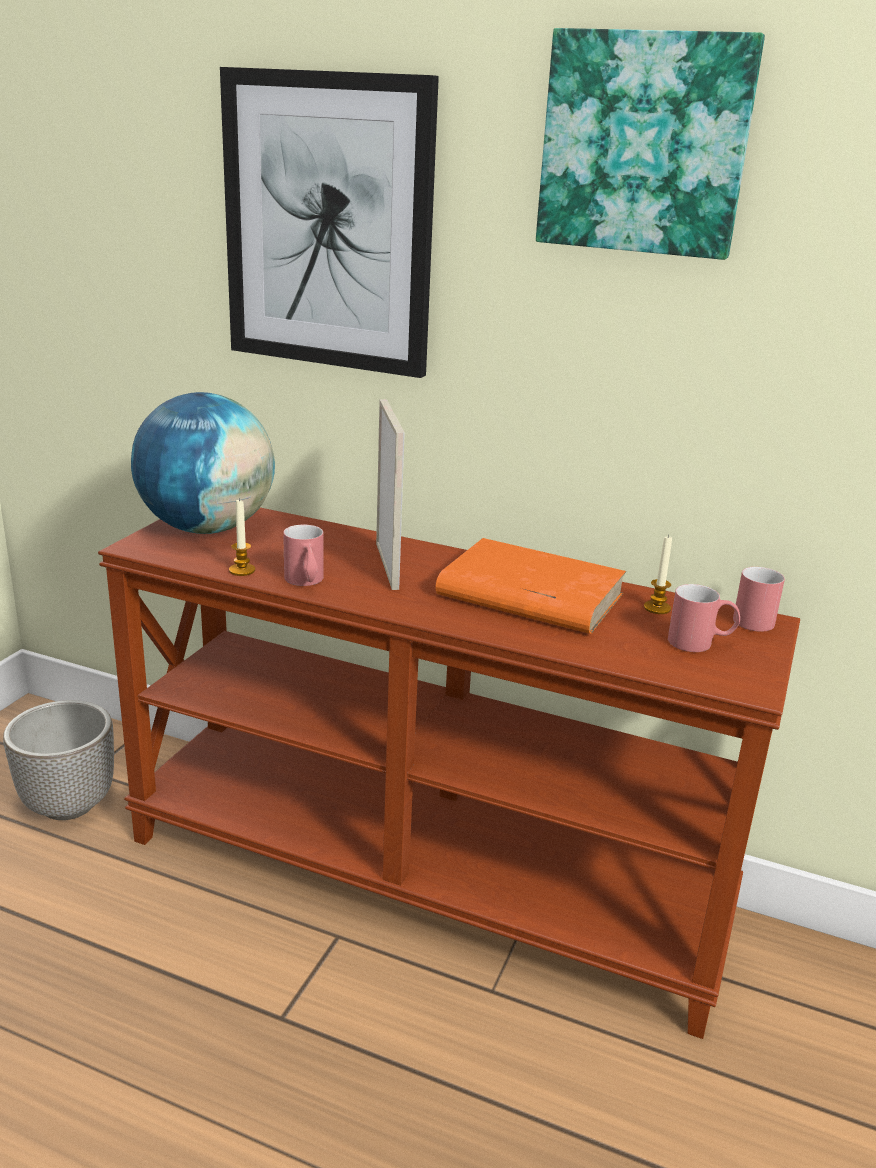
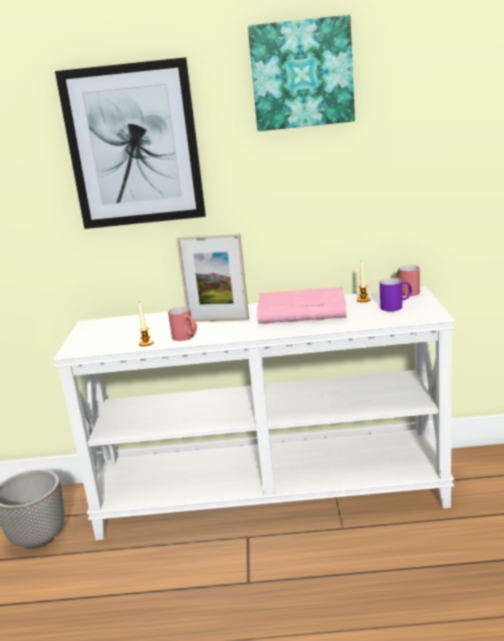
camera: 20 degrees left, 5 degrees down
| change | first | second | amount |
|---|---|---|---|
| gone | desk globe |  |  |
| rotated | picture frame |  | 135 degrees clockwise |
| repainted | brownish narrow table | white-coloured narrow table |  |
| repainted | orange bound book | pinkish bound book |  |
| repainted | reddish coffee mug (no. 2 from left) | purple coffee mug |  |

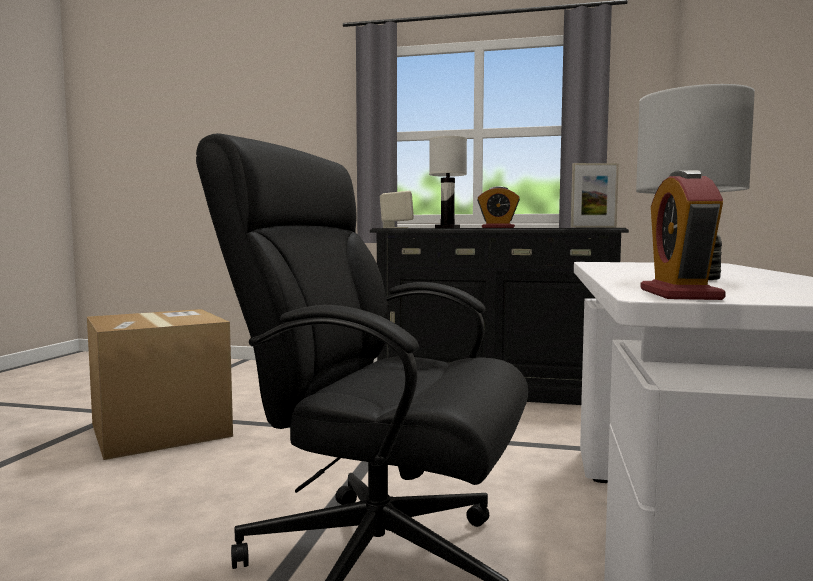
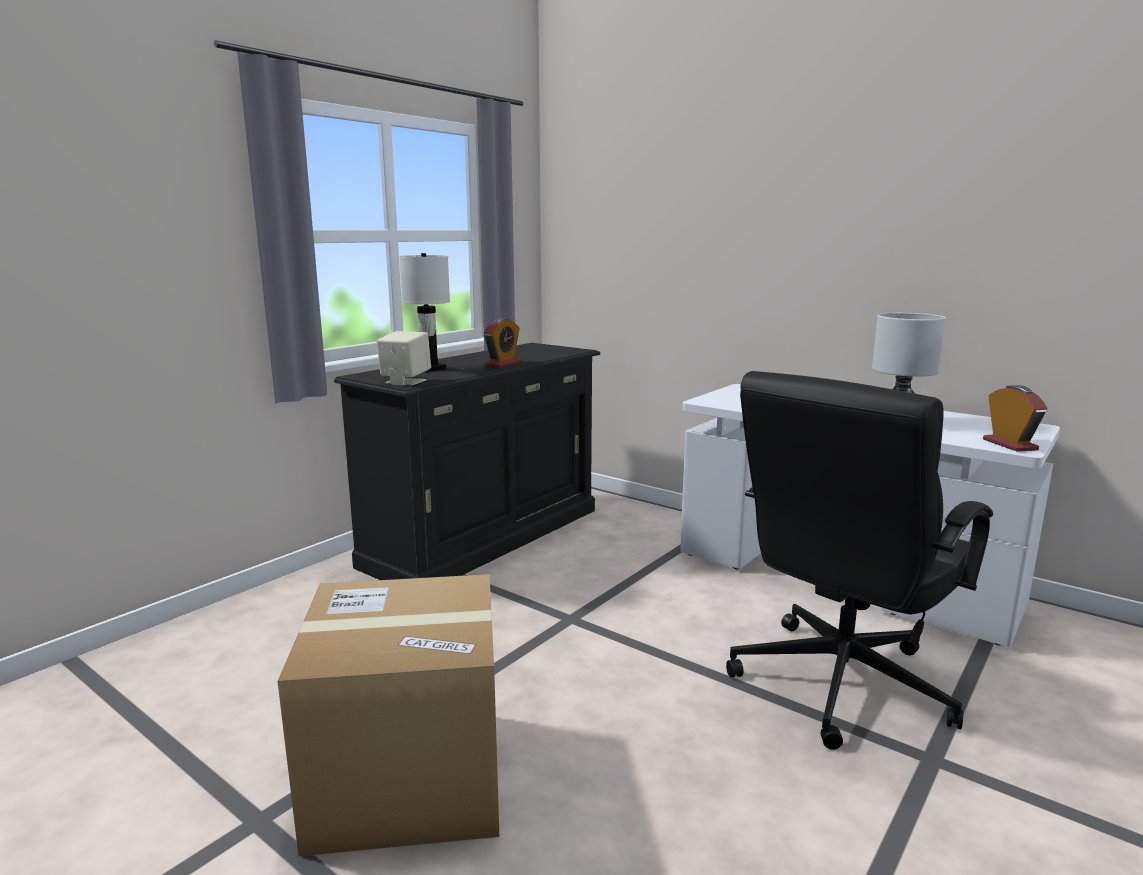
camera: 65 degrees left, 10 degrees up
| change | first | second | amount |
|---|---|---|---|
| gone | picture frame |  |  |
| rotated | table clock (no. 2 from left) |  | 135 degrees counterclockwise |

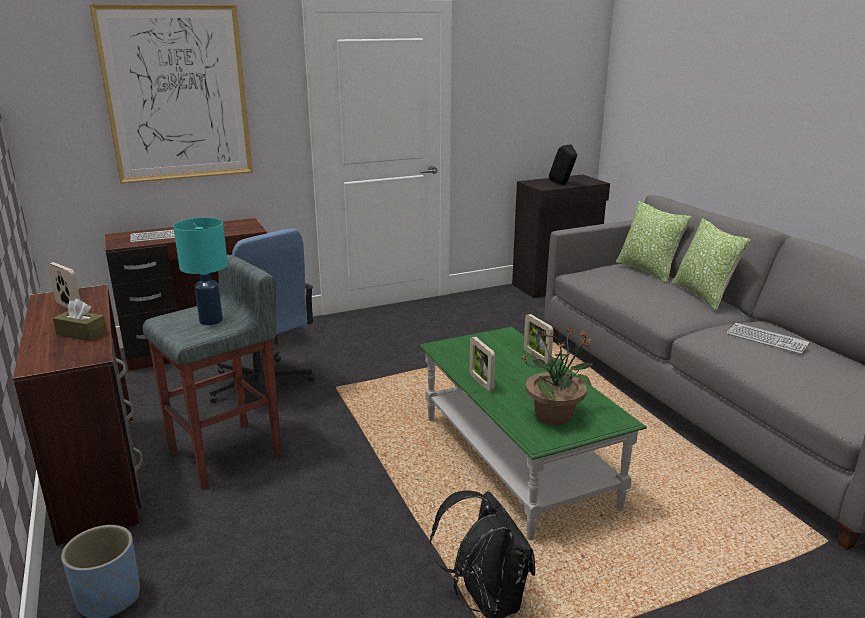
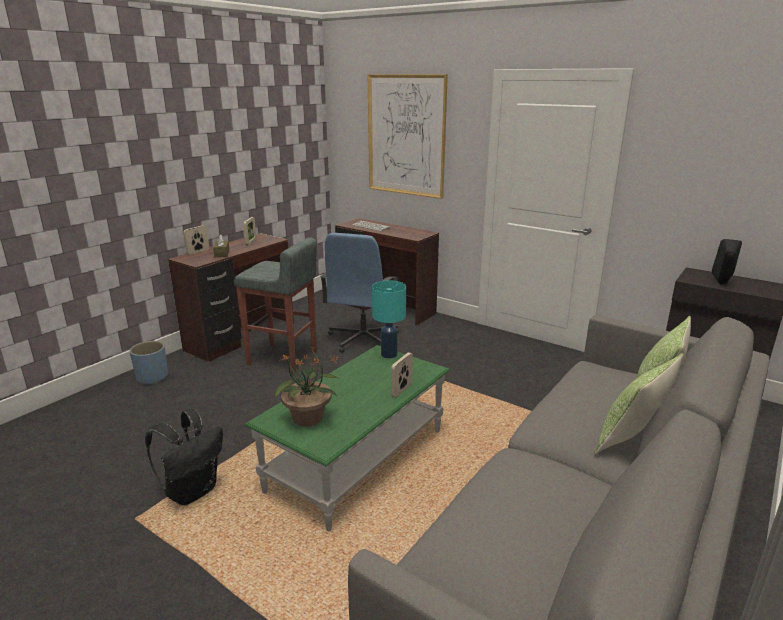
camera: 60 degrees right, 0 degrees up
| change | first | second | amount |
|---|---|---|---|
| shifted | turquoise-coloured tabletop lamp |  |  |
| gone | computer keyboard (no. 2 from left) |  |  |
| shifted | picture frame (no. 2 from left in the first image) | picture frame (no. 1 from left) |  |

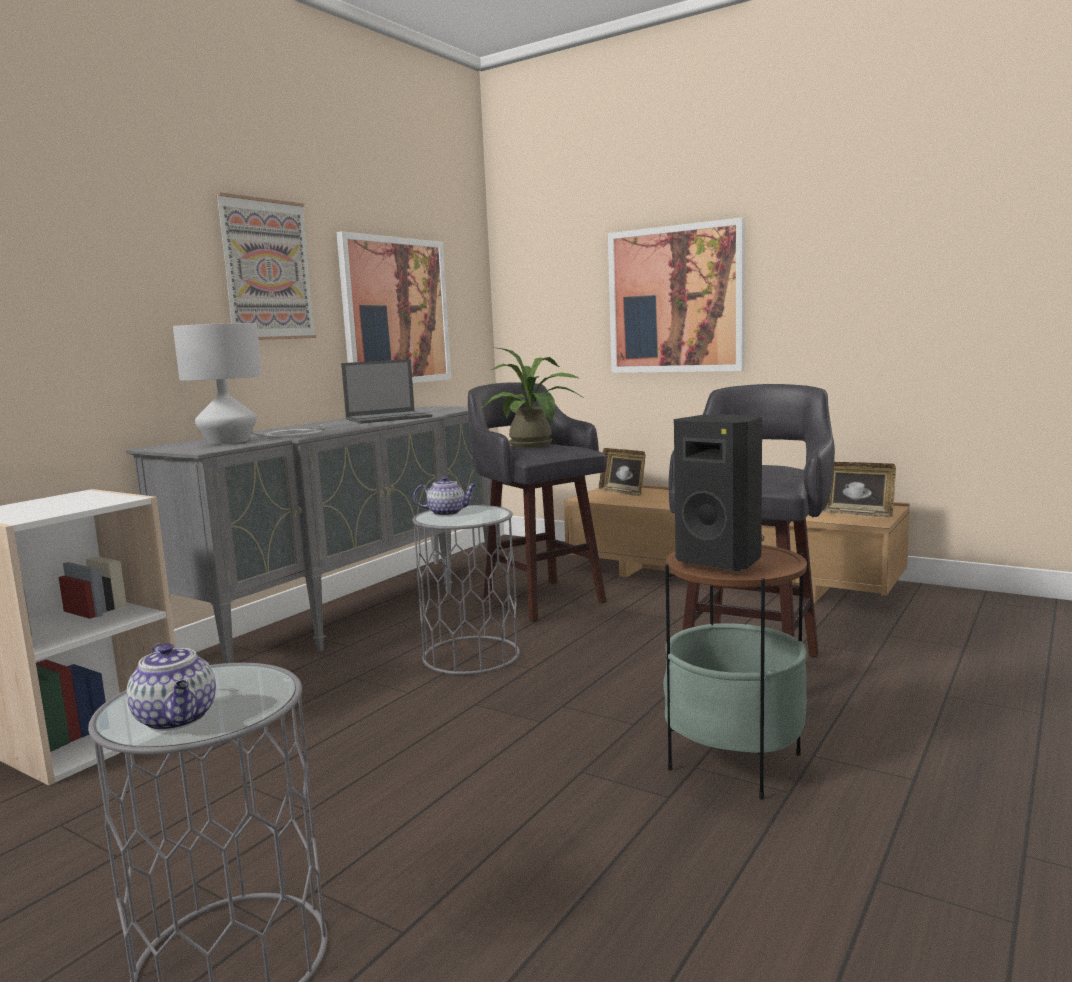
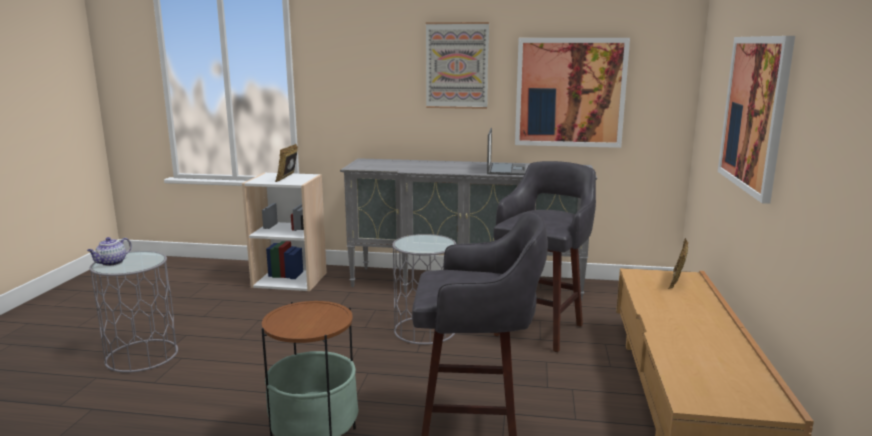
camera: 65 degrees right, 5 degrees up
| change | first | second | amount |
|---|---|---|---|
| gone | white-coloured tabletop lamp |  |  |
| gone | houseplant |  |  |
| rotated | portable computer |  | 120 degrees counterclockwise |
| gone | black speaker |  |  |
| shifted | picture frame (no. 2 from left in the first image) | picture frame (no. 1 from left) |  |
| gone | pot for tea (no. 2 from left) |  |  |

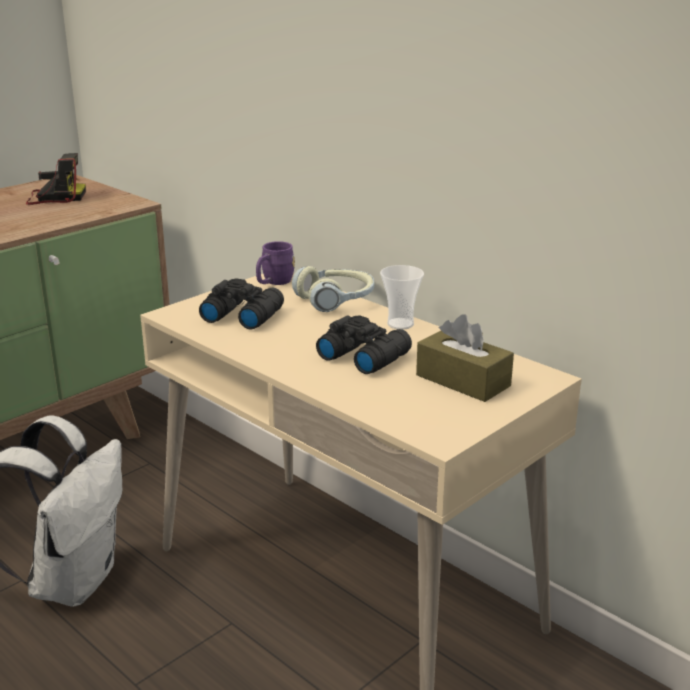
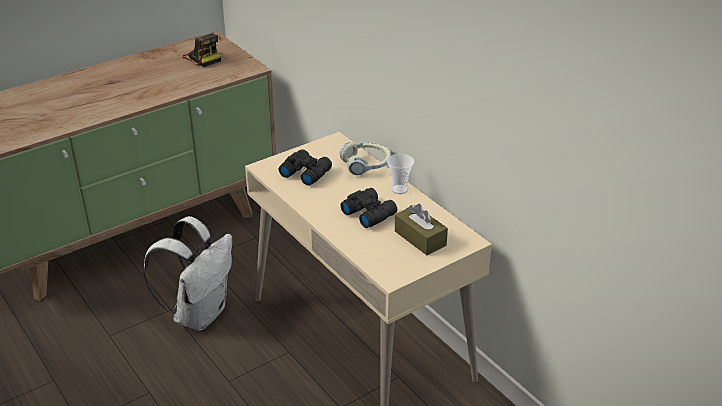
camera: 10 degrees right, 10 degrees up
| change | first | second | amount |
|---|---|---|---|
| rotated | photo camera |  | 45 degrees clockwise |
| gone | purple coffee mug |  |  |

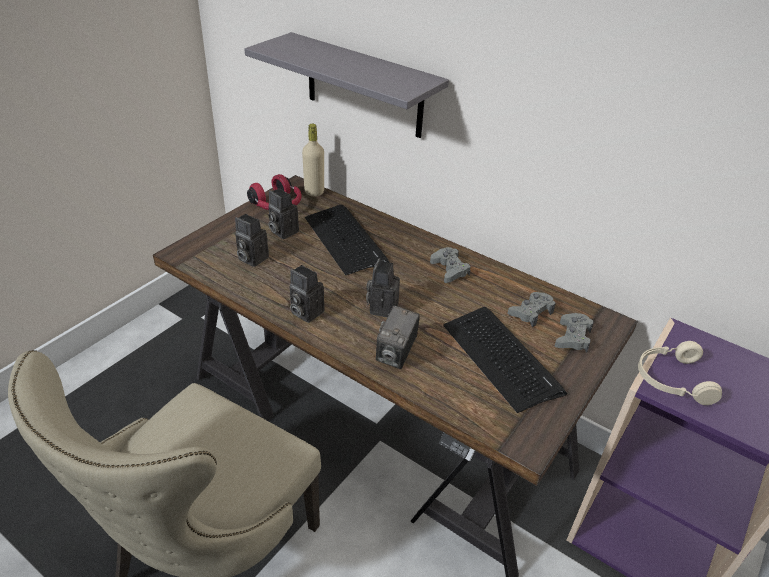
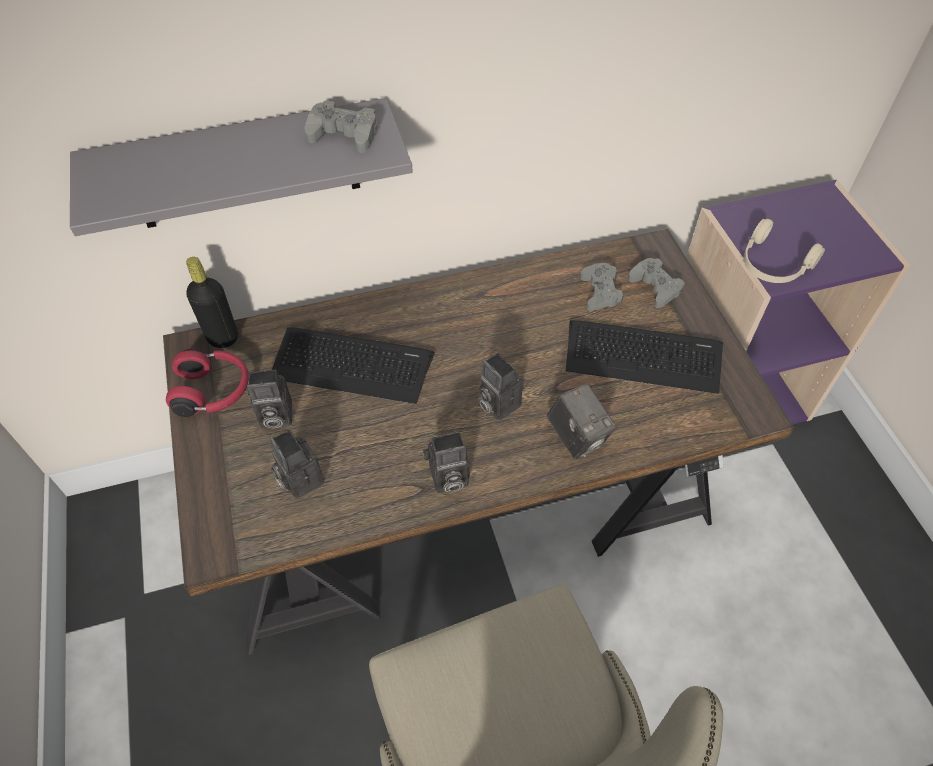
camera: 50 degrees left, 15 degrees up
| change | first | second | amount |
|---|---|---|---|
| repainted | beige-coloured beverage bottle | black beverage bottle |  |
| rotated | photo camera (no. 1 from left in the first image) | photo camera (no. 2 from left) | 75 degrees clockwise |
| shifted | greyish gamepad (no. 1 from left) |  |  |

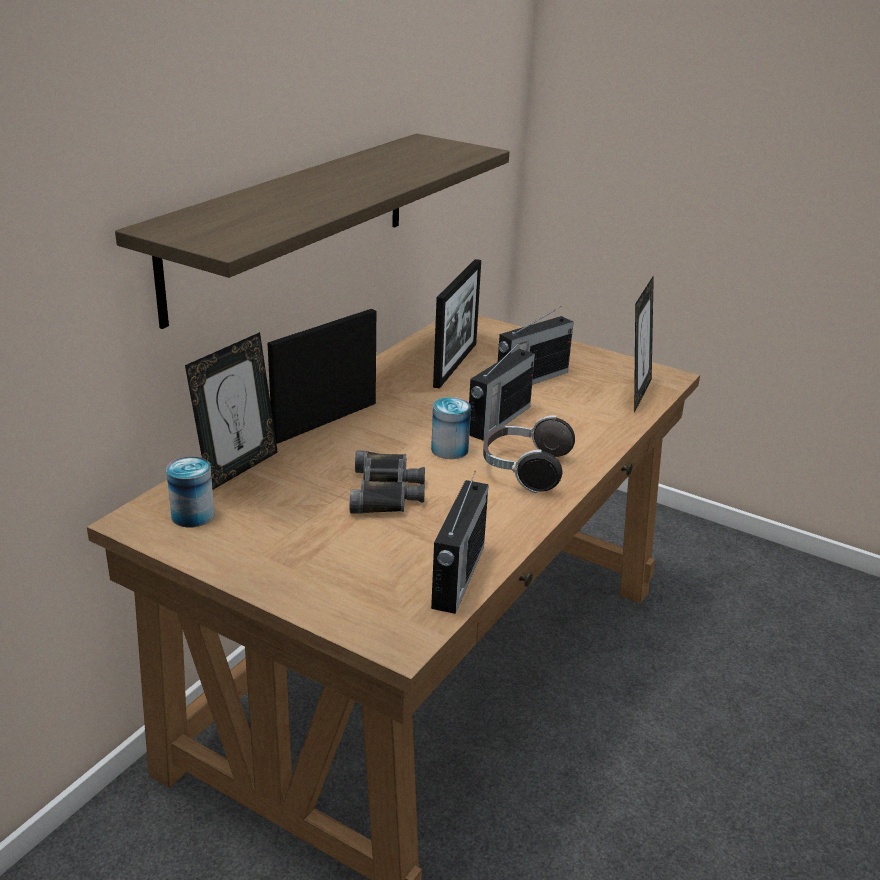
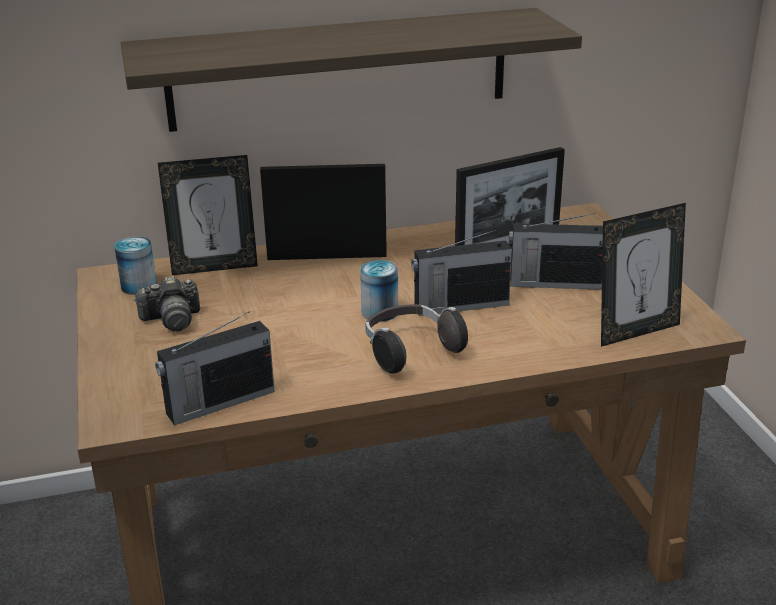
camera: 45 degrees right, 0 degrees up
| change | first | second | amount |
|---|---|---|---|
| gone | black field glasses |  |  |
| new |  | photo camera |  |

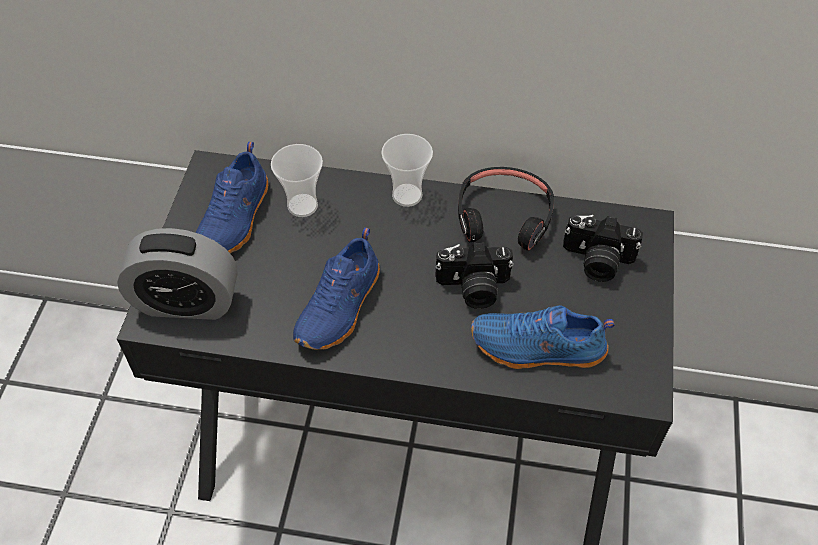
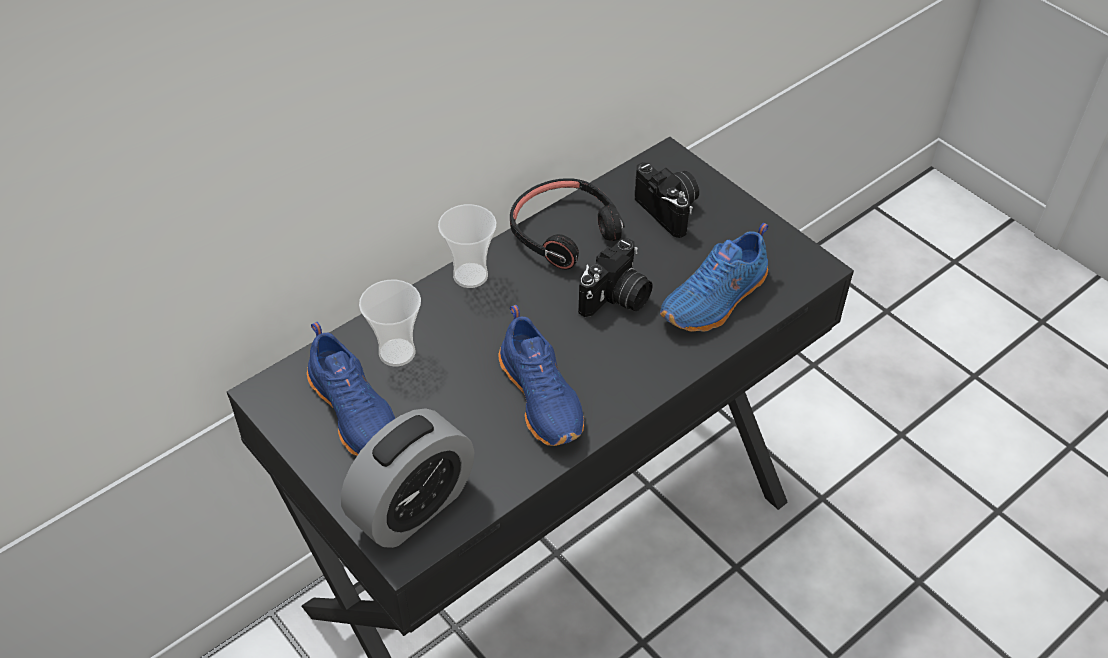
camera: 50 degrees left, 5 degrees down
| change | first | second | amount |
|---|---|---|---|
| rotated | photo camera (no. 2 from left) |  | 90 degrees counterclockwise |

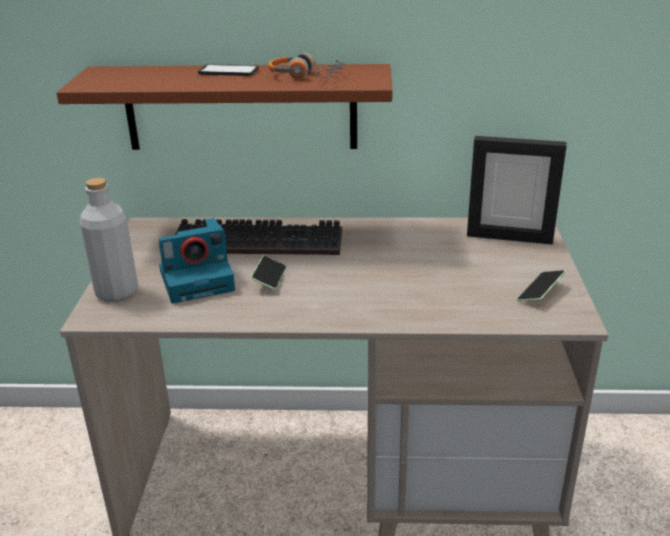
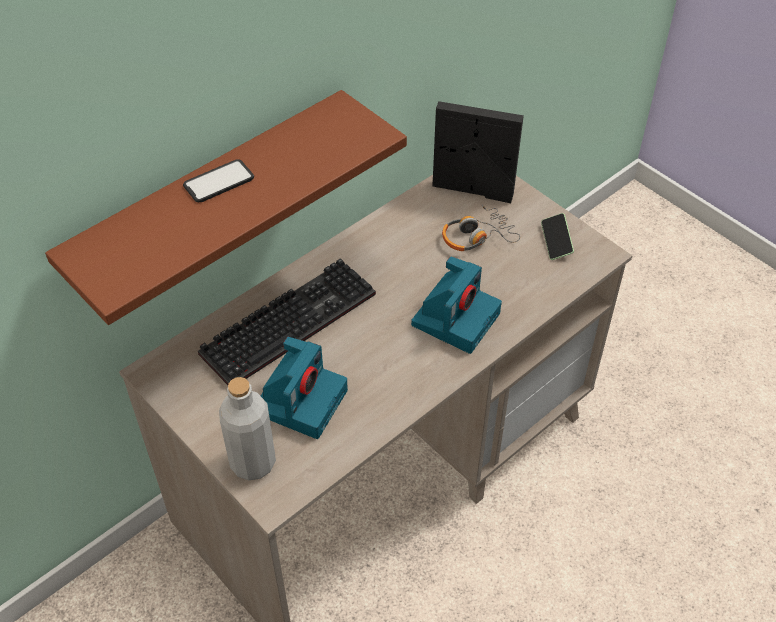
camera: 45 degrees left, 20 degrees up
| change | first | second | amount |
|---|---|---|---|
| shifted | pair of headphones |  |  |
| rotated | picture frame |  | 135 degrees counterclockwise |
| gone | handset (no. 2 from left) |  |  |
| new |  | photo camera (no. 2 from left) |  |

